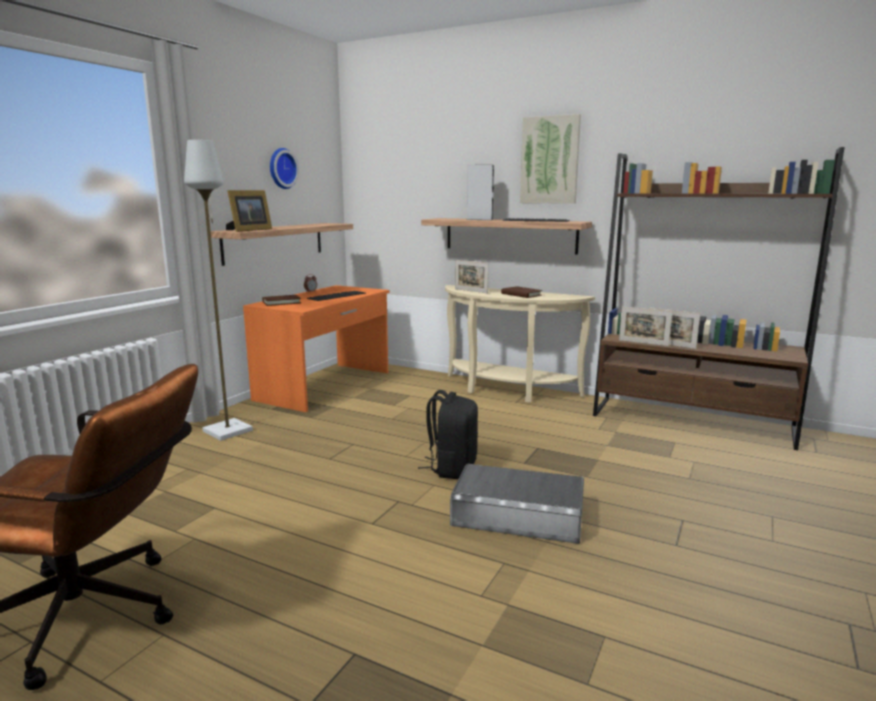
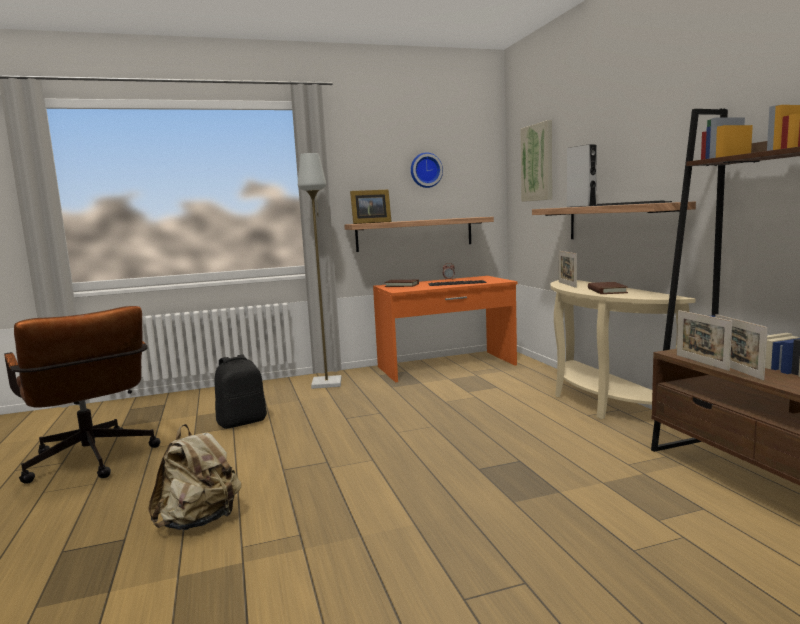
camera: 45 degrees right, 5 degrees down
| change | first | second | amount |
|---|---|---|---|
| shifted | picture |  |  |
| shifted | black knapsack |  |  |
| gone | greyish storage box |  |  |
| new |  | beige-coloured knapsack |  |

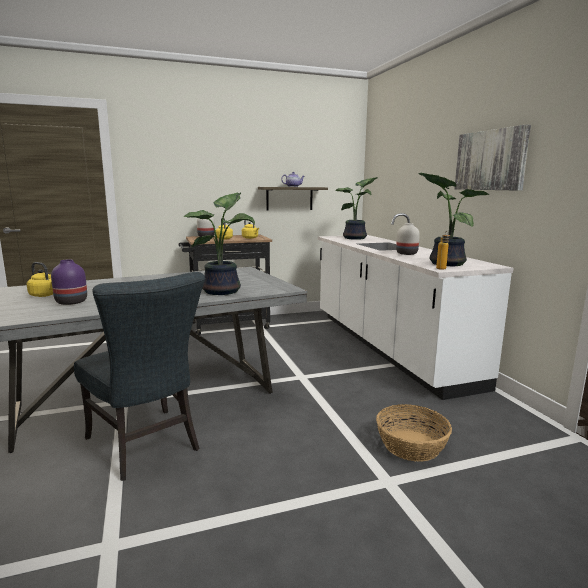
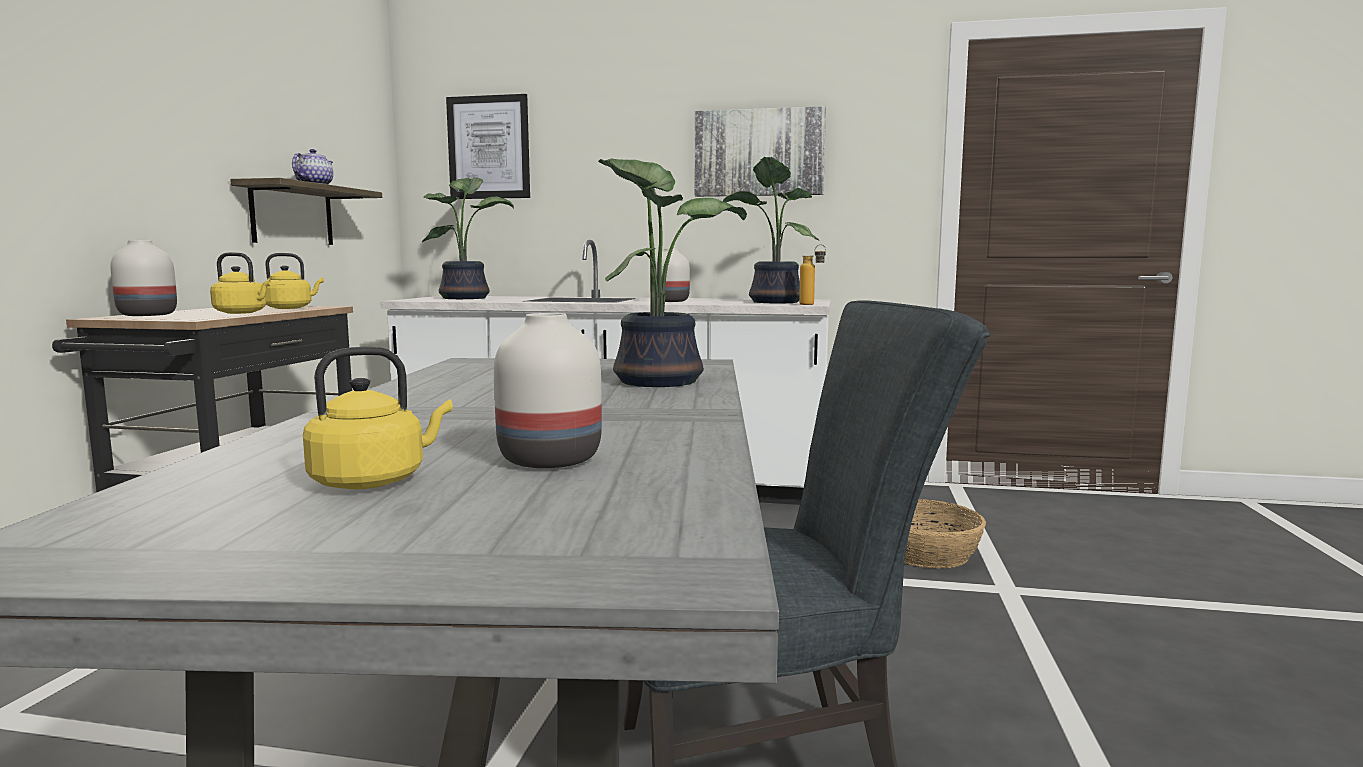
camera: 60 degrees left, 5 degrees down
| change | first | second | amount |
|---|---|---|---|
| repainted | purple vase | white-coloured vase (no. 2 from left) |  |
| new |  | picture (no. 1 from left) |  |

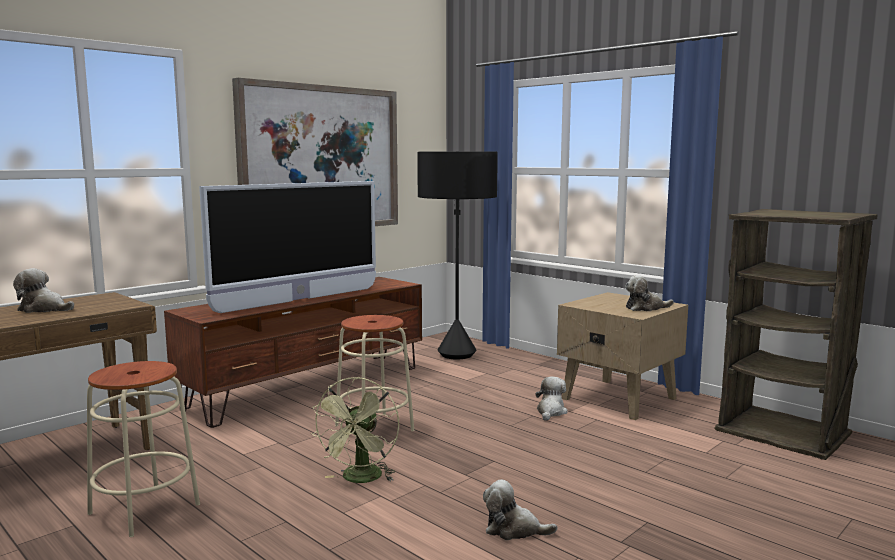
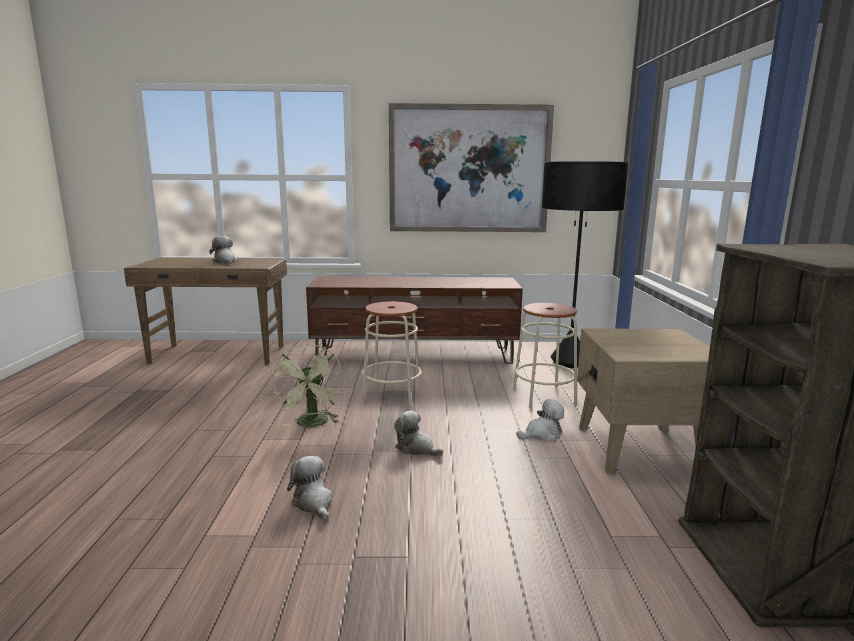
camera: 45 degrees right, 5 degrees up
| change | first | second | amount |
|---|---|---|---|
| gone | television |  |  |
| shifted | cuddly toy (no. 4 from left in the first image) | cuddly toy (no. 3 from left) |  |
| shifted | beige-coloured sitting stool (no. 1 from left in the first image) | beige-coloured sitting stool (no. 2 from left) |  |
| rotated | green-coloured electric fan |  | 60 degrees counterclockwise |

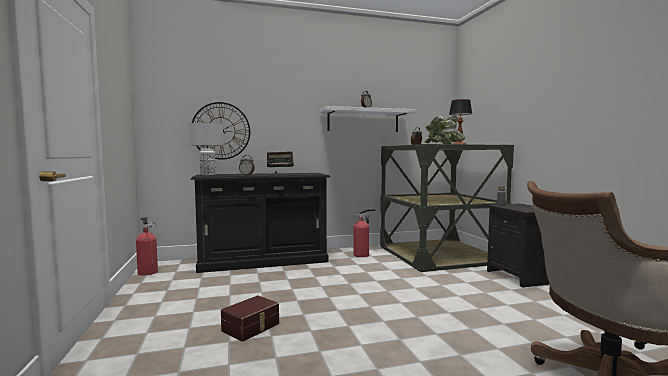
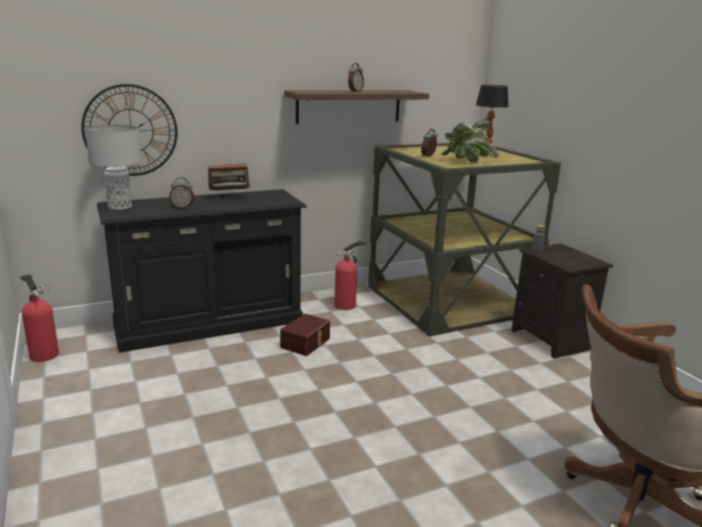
camera: 10 degrees left, 15 degrees up
| change | first | second | amount |
|---|---|---|---|
| repainted | white-coloured bracket shelf | brownish bracket shelf |  |
| shifted | brownish storage box |  |  |

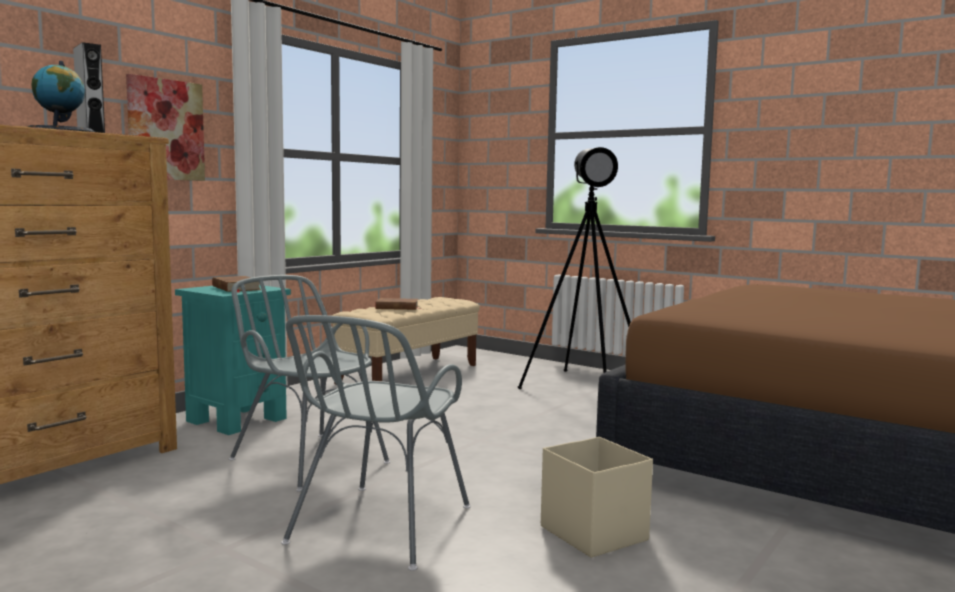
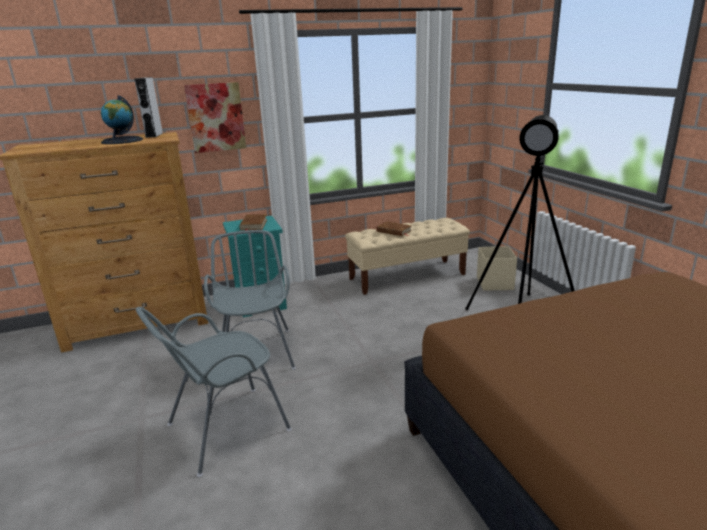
camera: 35 degrees right, 15 degrees up
| change | first | second | amount |
|---|---|---|---|
| shifted | beige-coloured storage box |  |  |

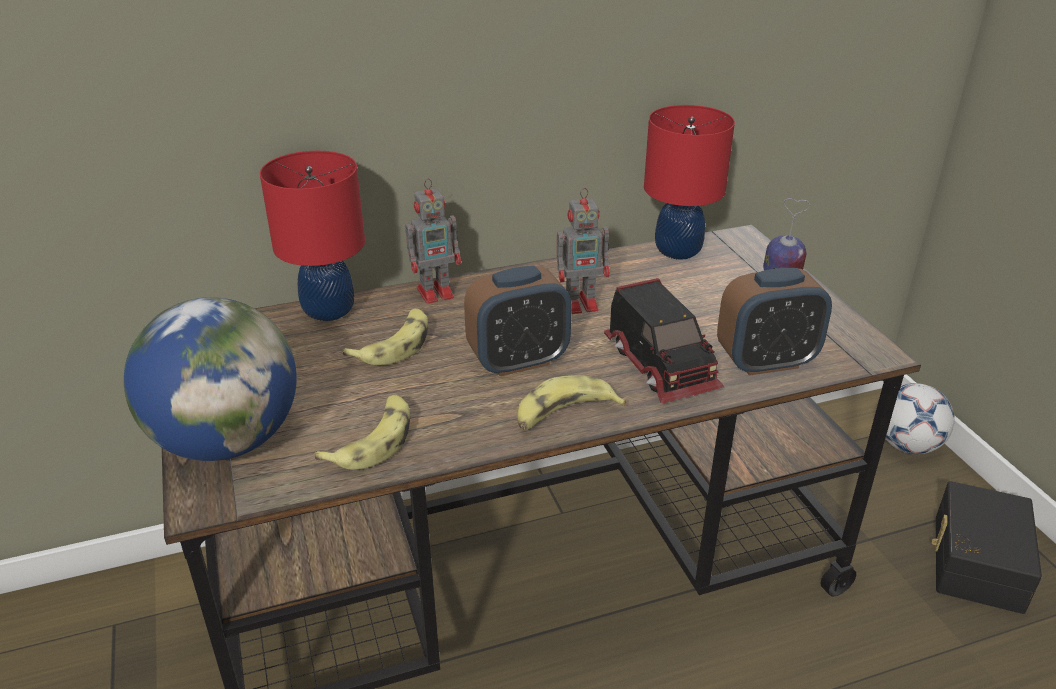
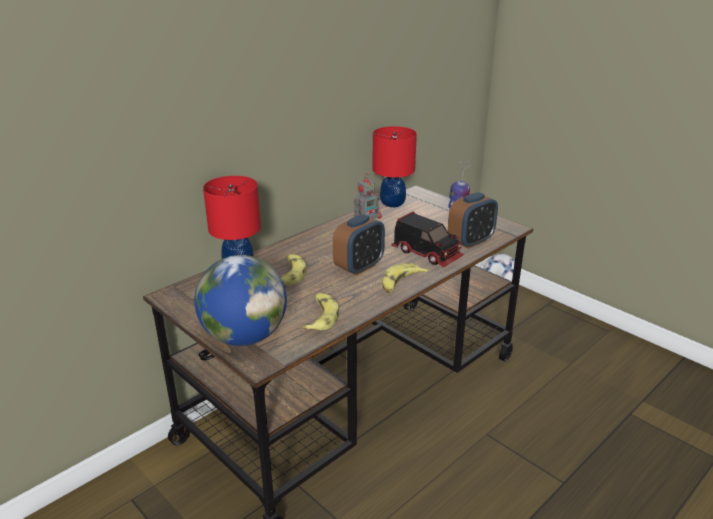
camera: 25 degrees left, 5 degrees down
| change | first | second | amount |
|---|---|---|---|
| gone | model robot (no. 1 from left) |  |  |
| gone | black storage box |  |  |

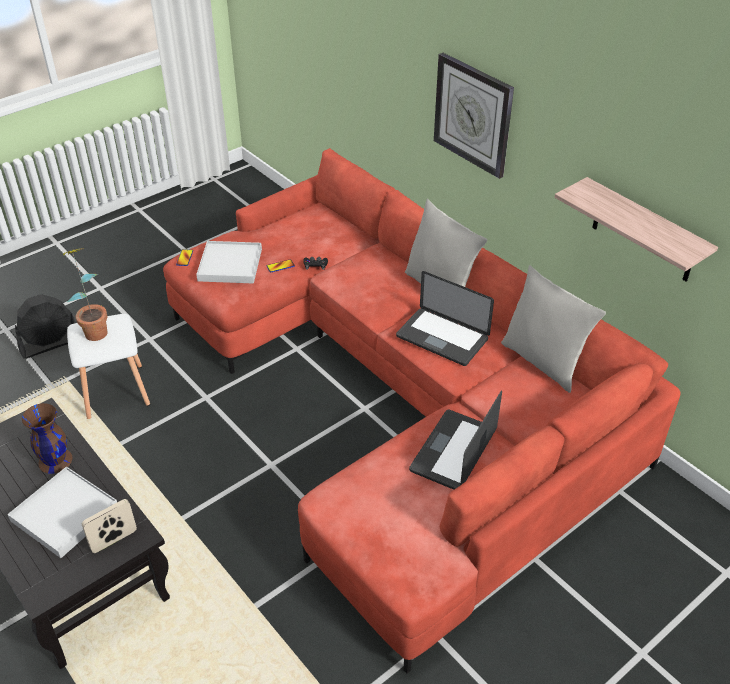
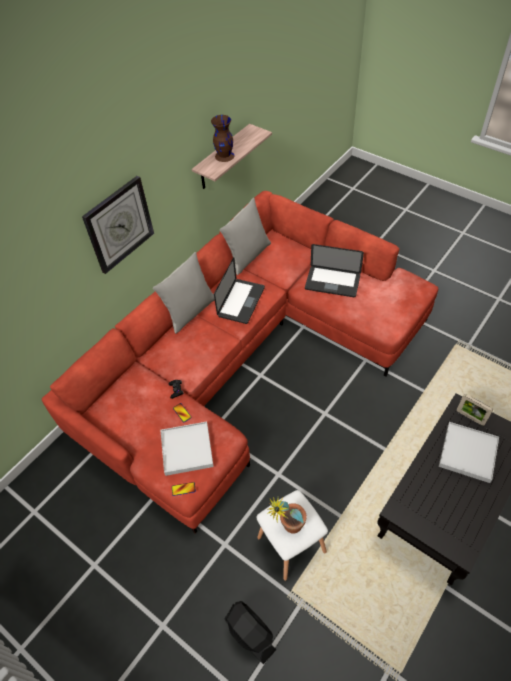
camera: 100 degrees left, 10 degrees up
| change | first | second | amount |
|---|---|---|---|
| shifted | brownish vase |  |  |

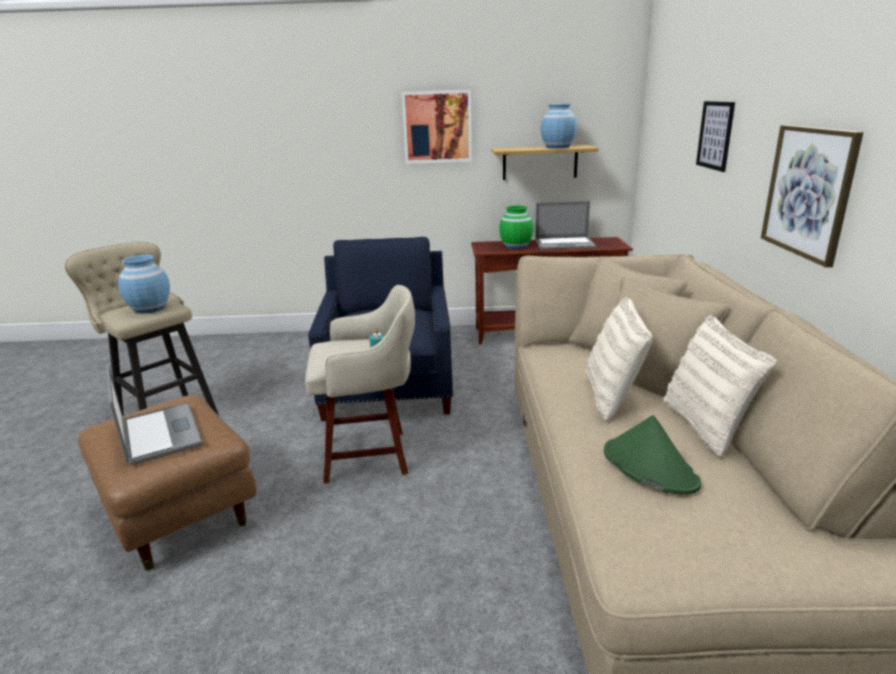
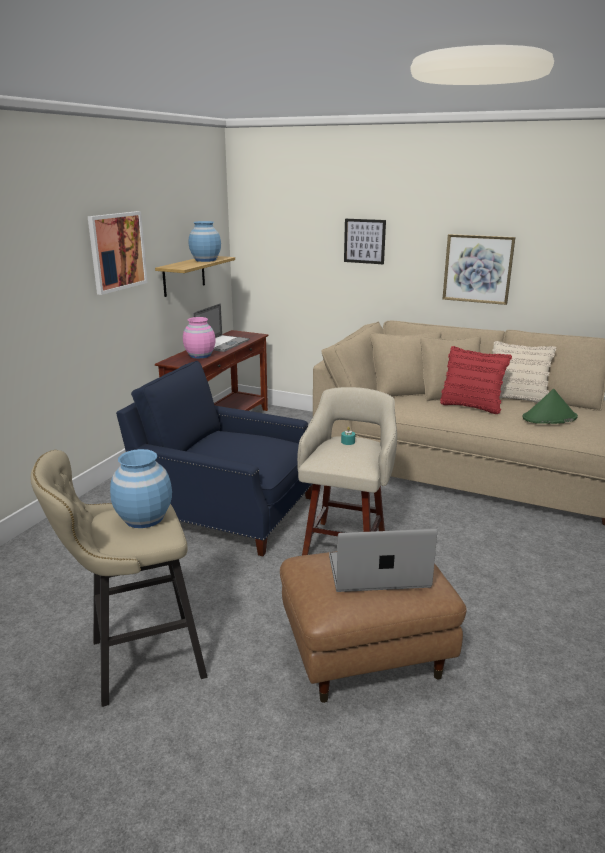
camera: 65 degrees left, 0 degrees up
| change | first | second | amount |
|---|---|---|---|
| repainted | green-coloured vase | pinkish vase |  |
| repainted | beige-coloured cushion (no. 1 from left) | reddish cushion |  |

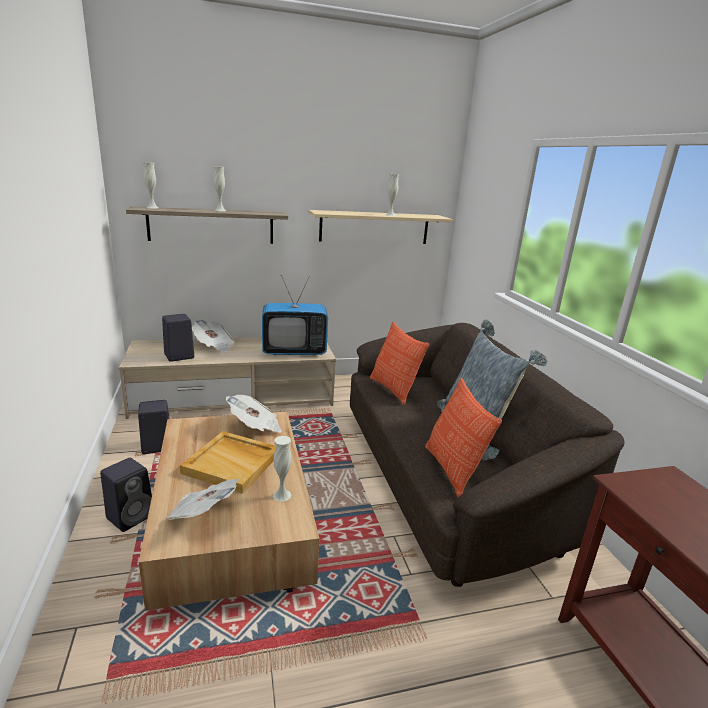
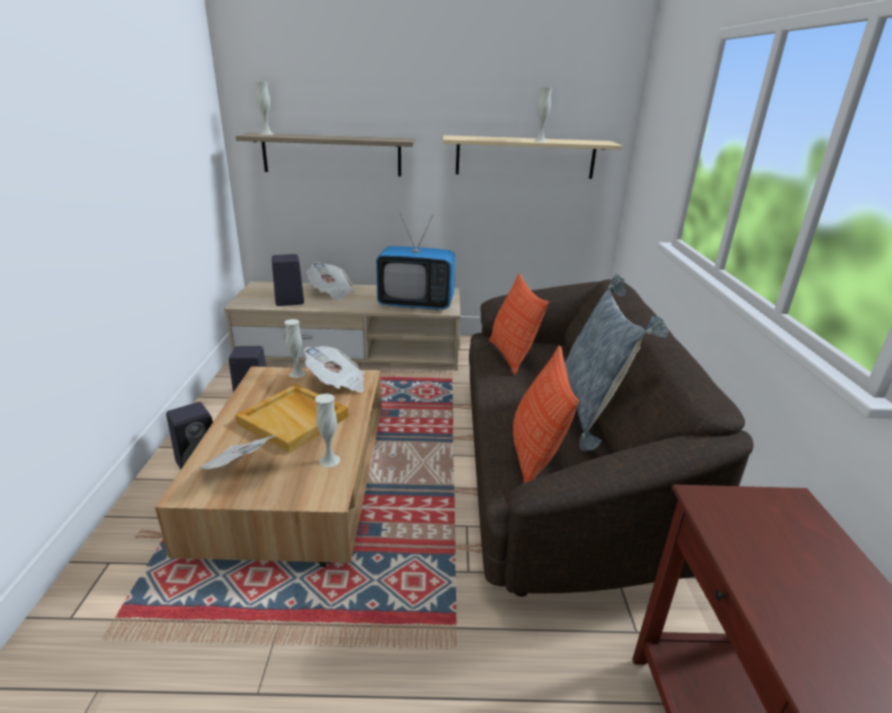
camera: 15 degrees right, 5 degrees up
| change | first | second | amount |
|---|---|---|---|
| shifted | white-coloured vase (no. 2 from left) |  |  |

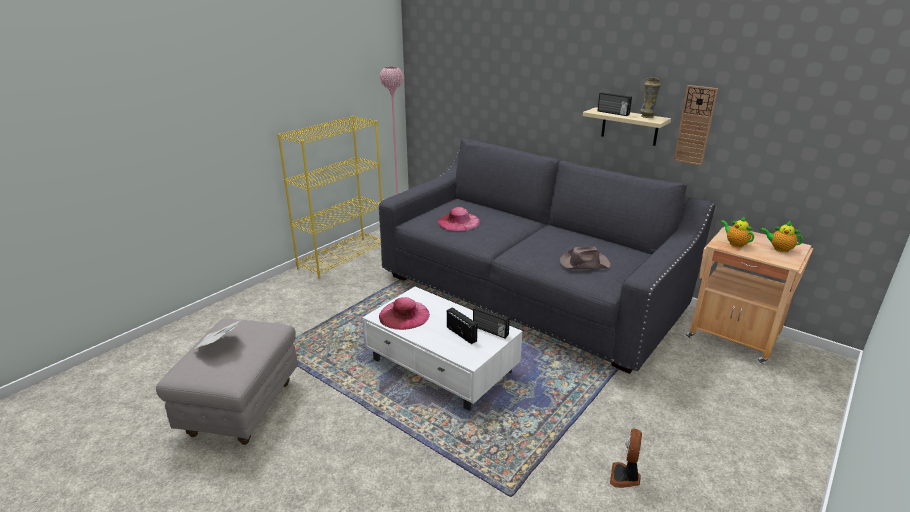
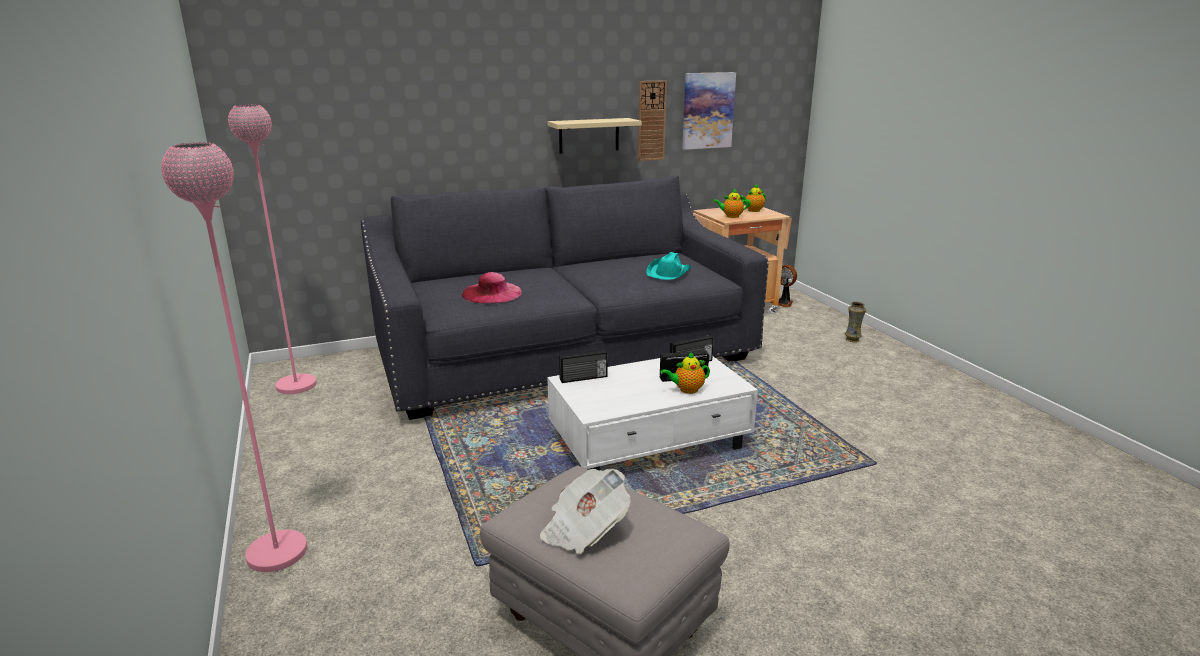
camera: 60 degrees left, 5 degrees down
| change | first | second | amount |
|---|---|---|---|
| shifted | vase |  |  |
| shifted | radio set (no. 3 from left in the first image) | radio set (no. 1 from left) |  |
| gone | yellow-coloured bookcase |  |  |
| repainted | brownish clothing hat | turquoise-coloured clothing hat |  |
| gone | pinkish clothing hat (no. 1 from left) |  |  |
| shifted | electric fan |  |  |
| new |  | picture |  |
| new |  | pinkish floor lamp (no. 1 from left) |  |
| new |  | pot for tea (no. 1 from left) |  |

